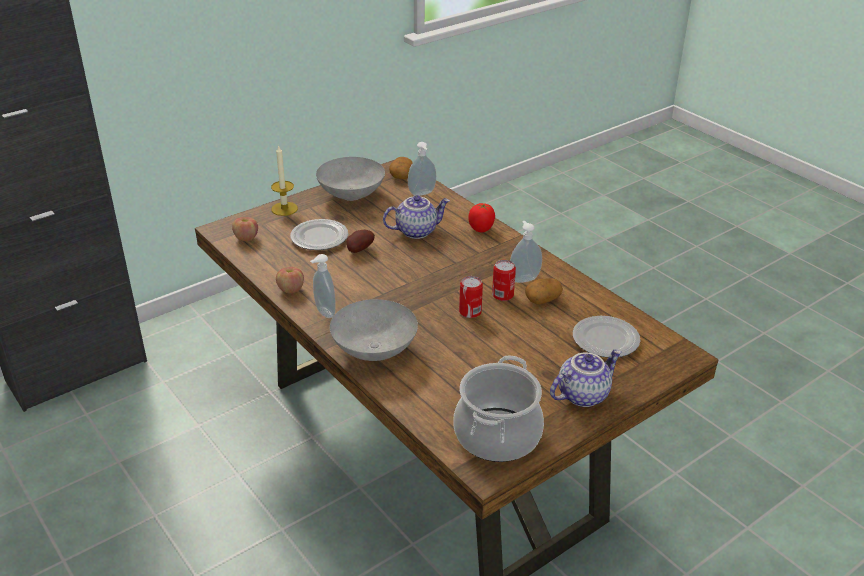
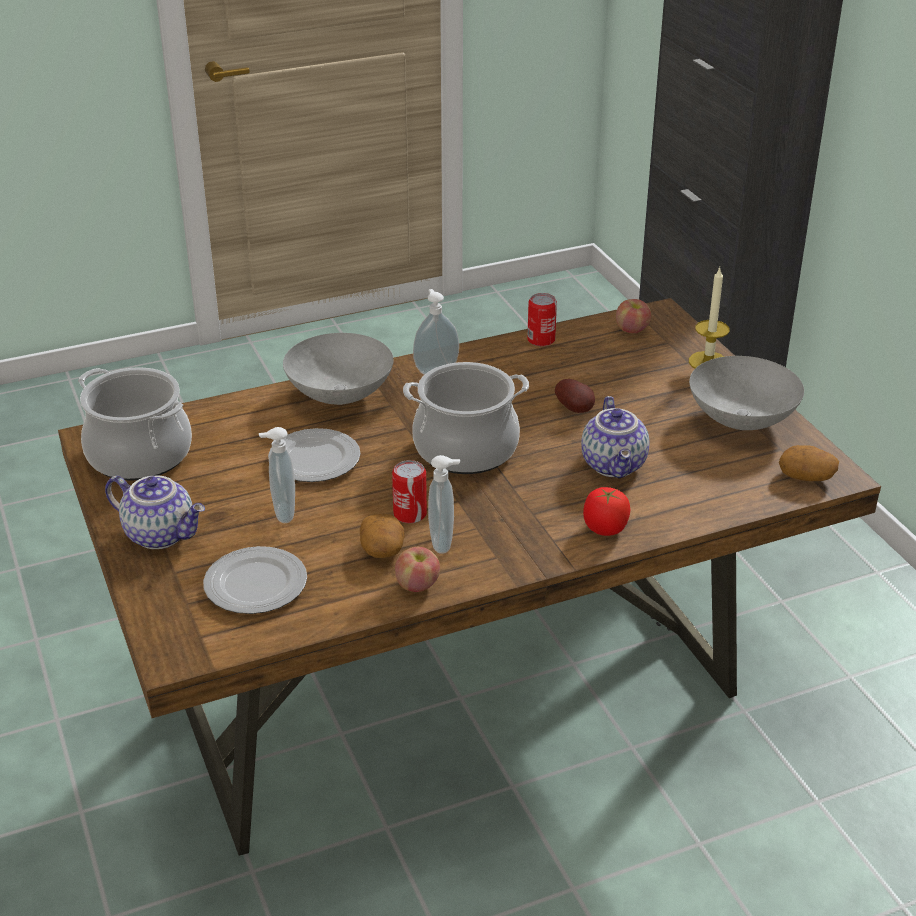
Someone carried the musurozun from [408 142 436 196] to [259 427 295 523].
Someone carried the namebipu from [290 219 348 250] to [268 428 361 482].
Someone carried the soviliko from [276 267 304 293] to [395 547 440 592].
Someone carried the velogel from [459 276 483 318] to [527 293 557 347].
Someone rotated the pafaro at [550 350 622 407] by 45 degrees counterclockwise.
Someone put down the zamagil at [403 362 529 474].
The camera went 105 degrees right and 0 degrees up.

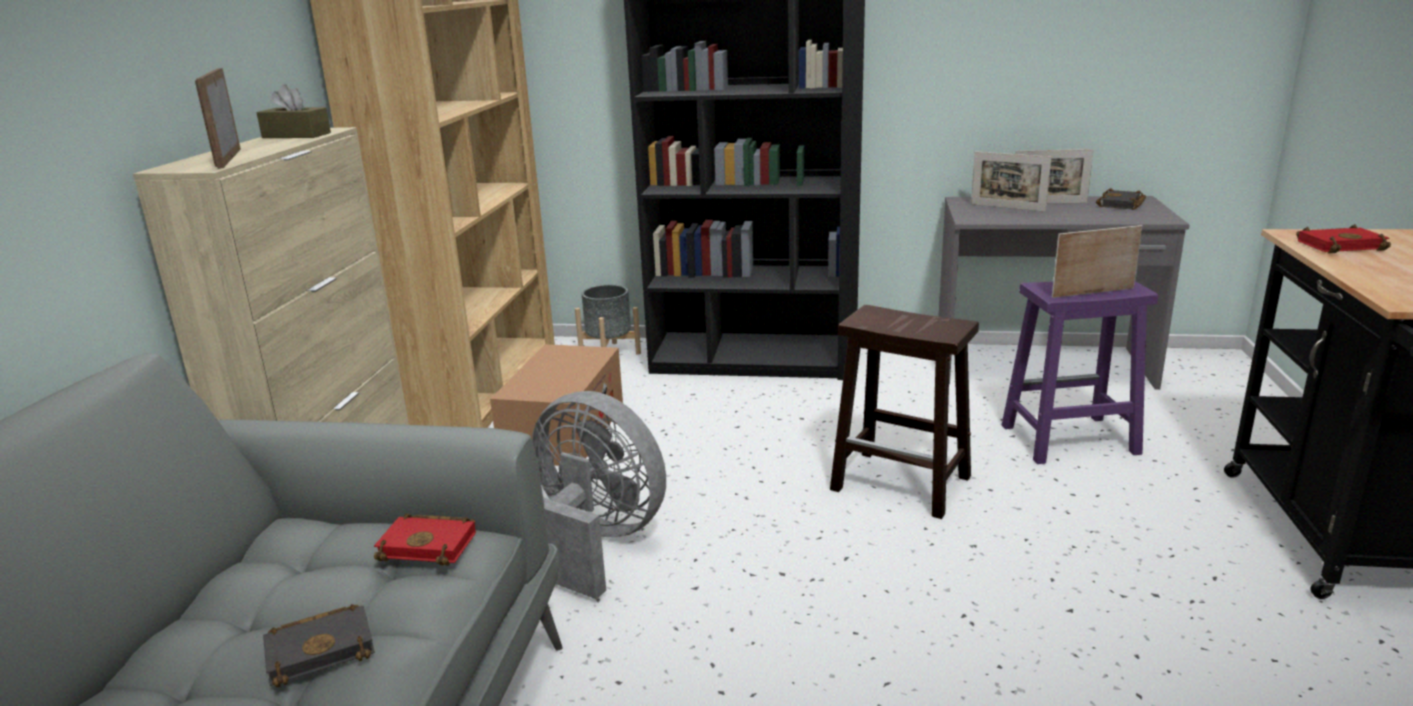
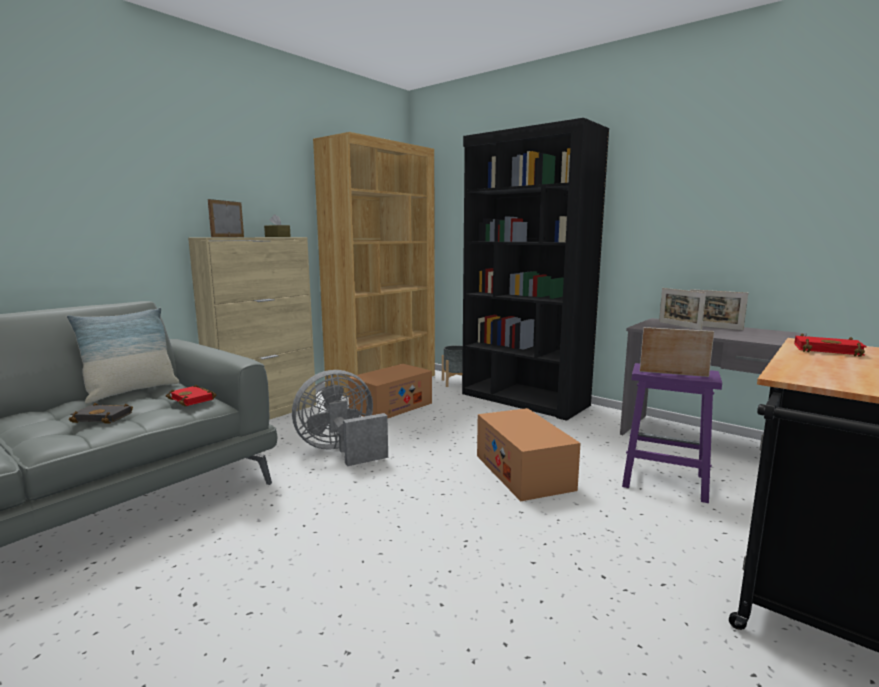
Someone took away the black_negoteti at [1096 188 1146 210].
Someone swapped the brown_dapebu at [830 305 979 519] for the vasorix at [477 408 581 501].
Someone rotated the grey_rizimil at [532 391 666 599] by 90 degrees counterclockwise.
Someone put down the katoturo at [67 308 179 404].
The camera went 30 degrees right and 10 degrees down.

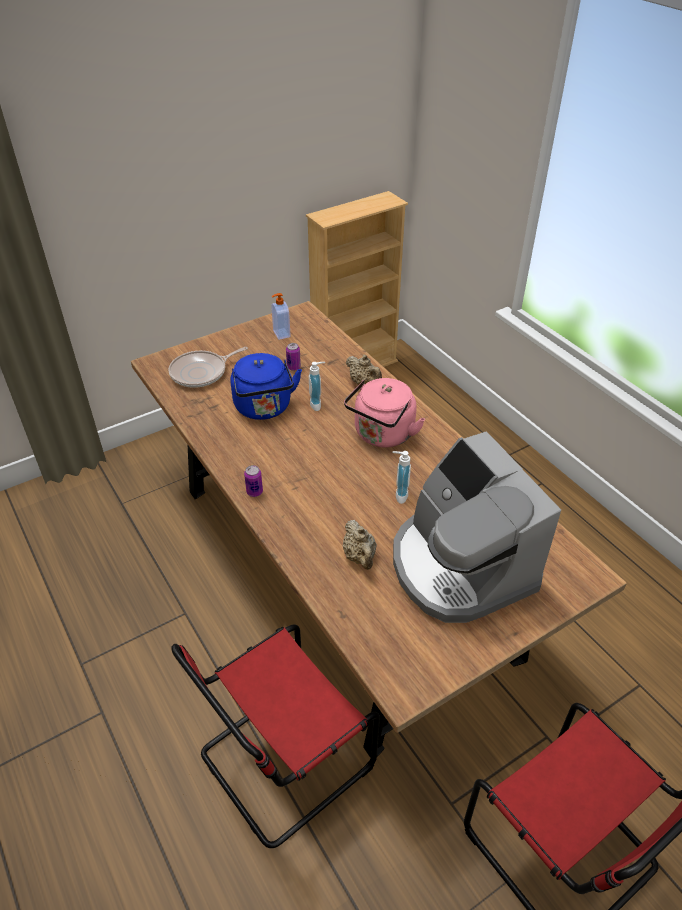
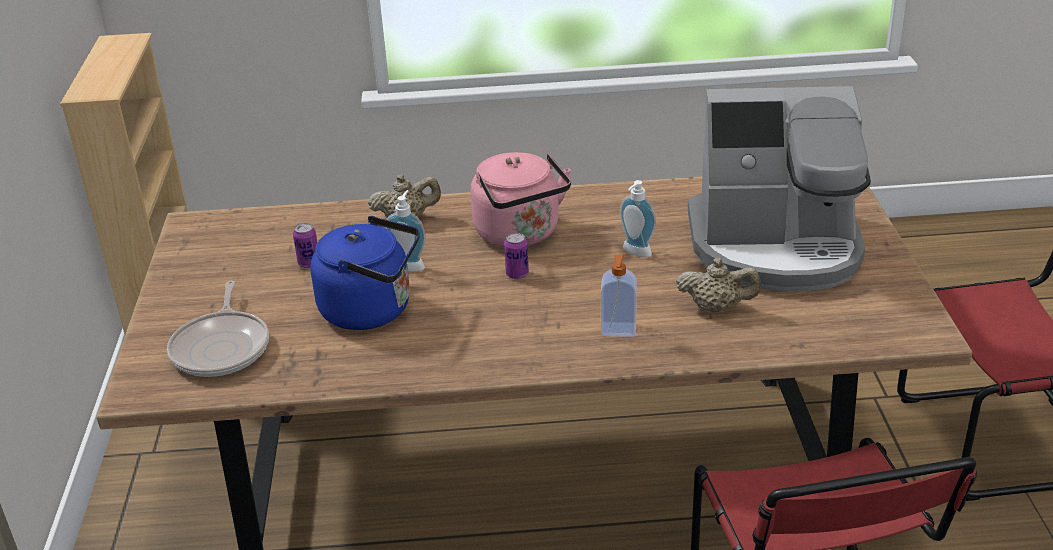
Someone carried the musurozun from [271 293 291 340] to [601 255 637 337].
Someone carried the velogel from [244 465 263 497] to [504 233 529 279].
The camera went 60 degrees left and 10 degrees down.

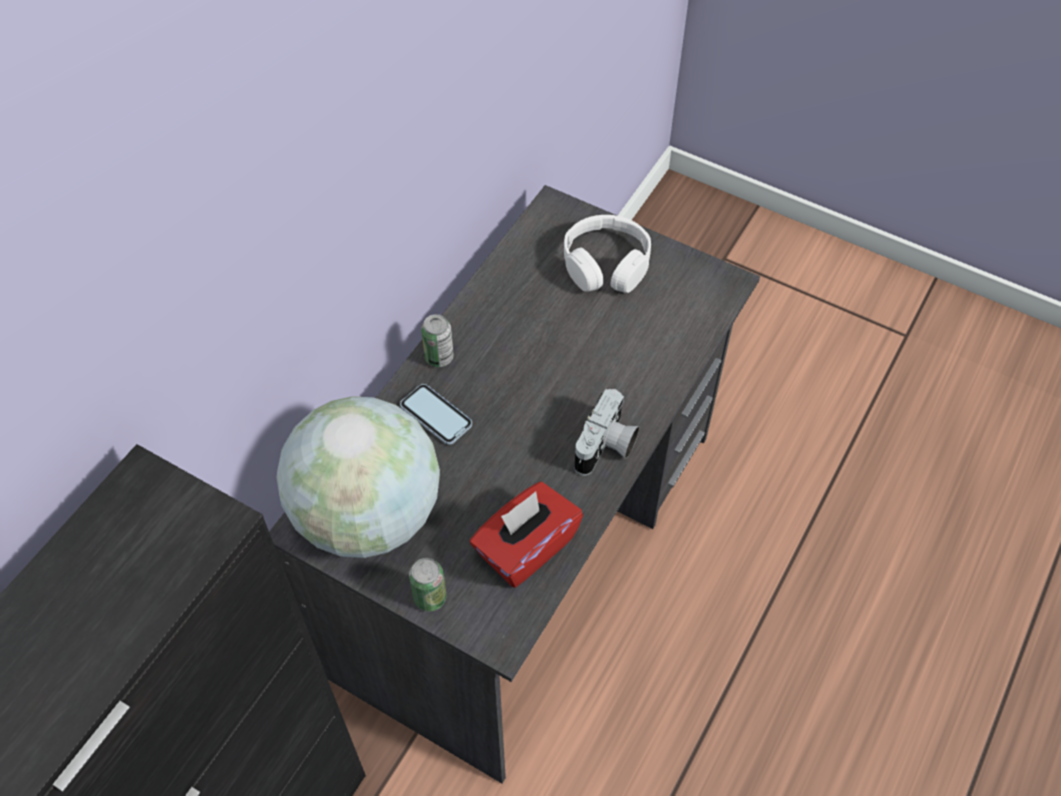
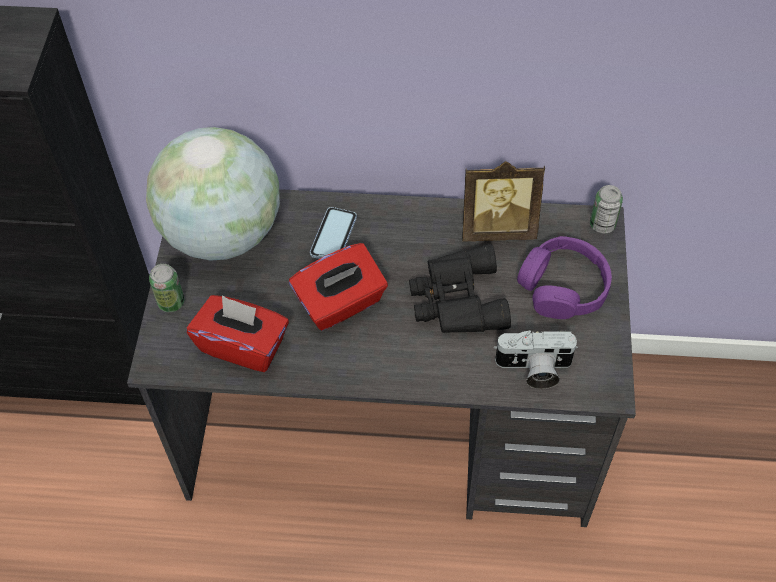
Someone repainted the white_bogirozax at [564 215 651 293], which became the purple_bogirozax at [517 236 612 319].
Someone carried the velogel from [421 314 454 367] to [590 185 623 234].
Someone carried the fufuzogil from [574 389 639 475] to [494 330 578 389].
Someone put down the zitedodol at [462 161 545 241].
Someone put down the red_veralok at [289 243 388 331].
Someone put down the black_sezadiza at [409 244 511 333].
The camera went 65 degrees right and 0 degrees up.

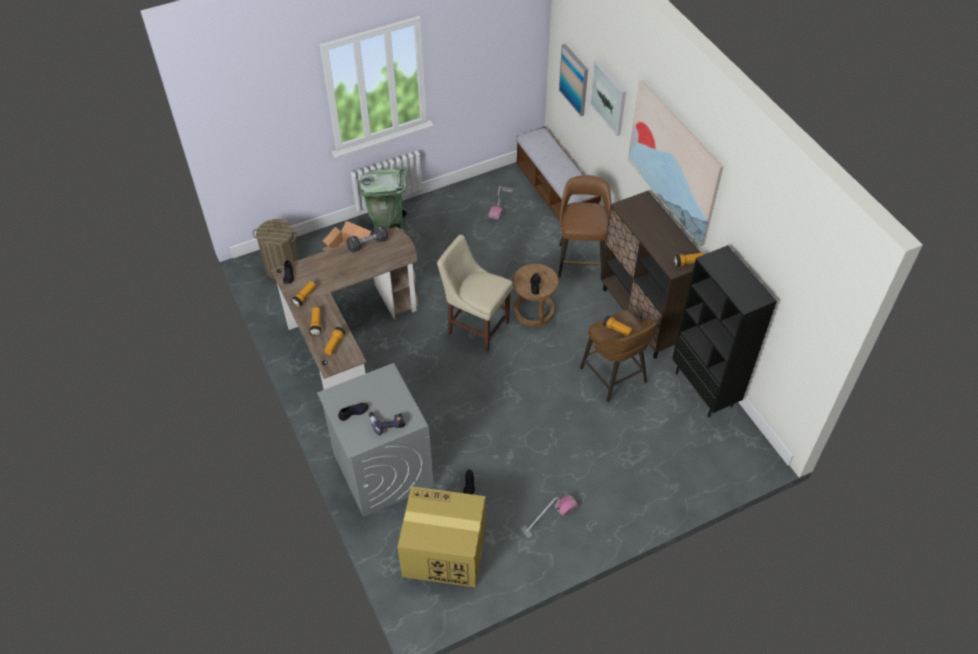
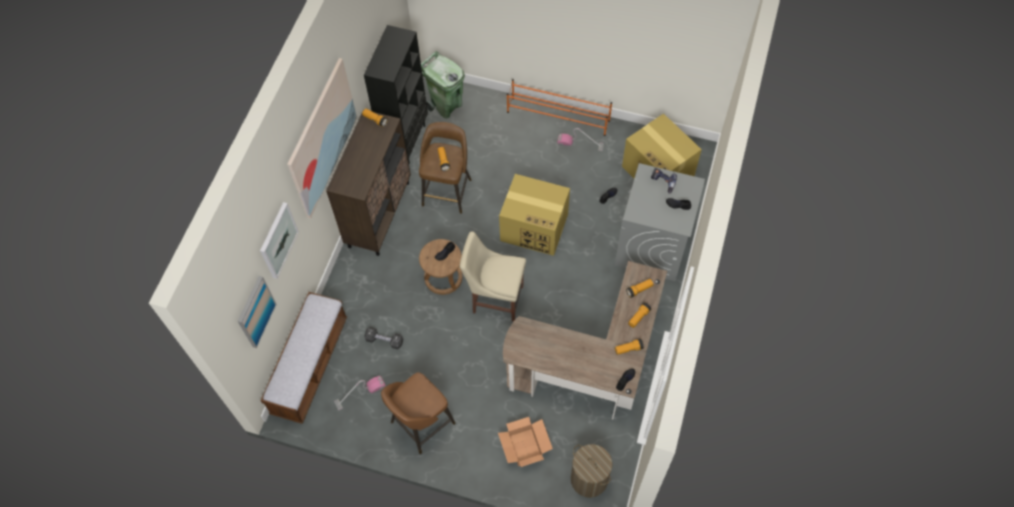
Someone carried the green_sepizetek from [360 168 407 234] to [421 51 465 119].
Someone carried the brown_dapebu from [558 175 611 277] to [381 372 456 454].
Someone carried the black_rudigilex from [346 226 388 252] to [364 327 403 349].
Someone rotated the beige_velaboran at [437 235 513 352] by 120 degrees clockwise.
Someone put down the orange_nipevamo at [507 79 612 136].
Someone put down the vasorix at [499 174 570 256].
The camera went 135 degrees left and 10 degrees up.

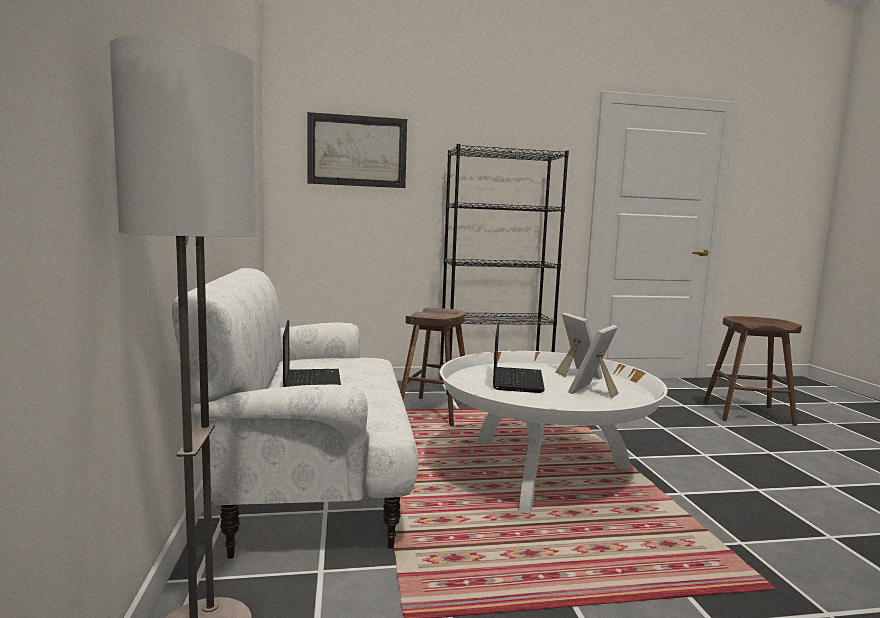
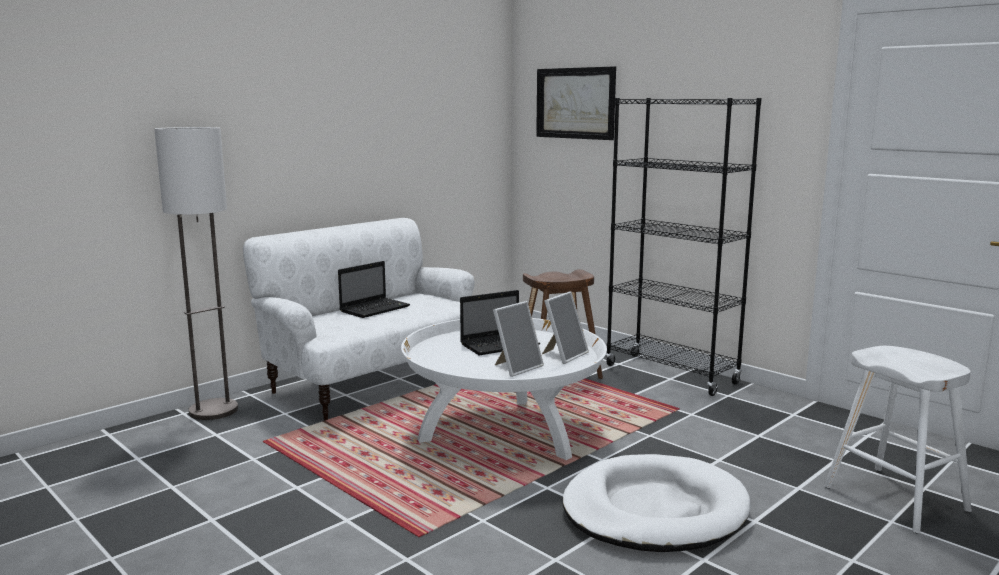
Someone repainted the brown_dapebu at [703 316 802 426], which became the white_dapebu at [825 346 972 533].
Someone rotated the zitedodol at [569 325 619 398] by 135 degrees clockwise.
Someone put down the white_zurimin at [563 454 751 552].
The camera went 55 degrees right and 5 degrees up.

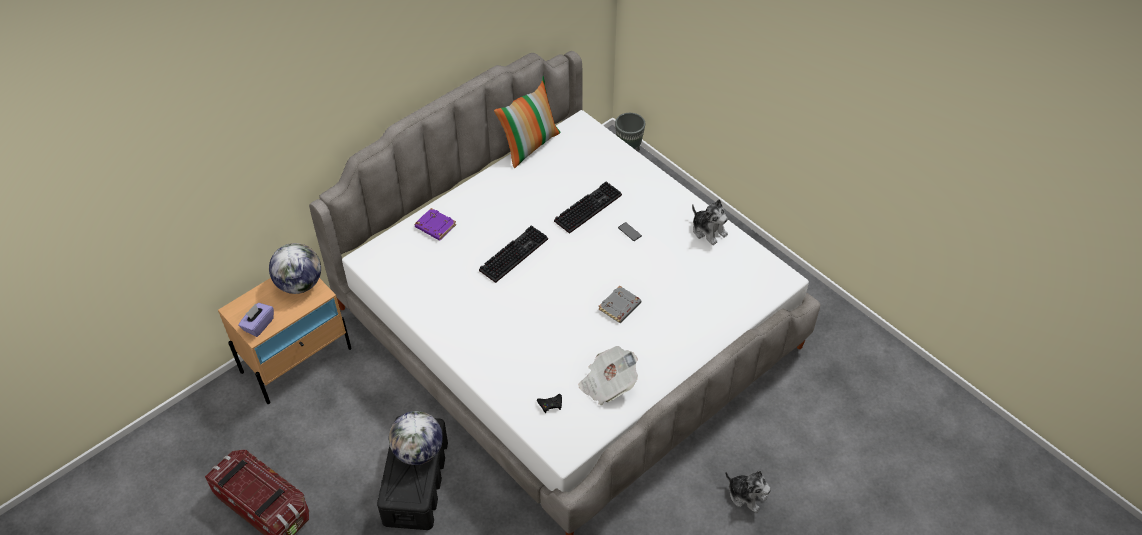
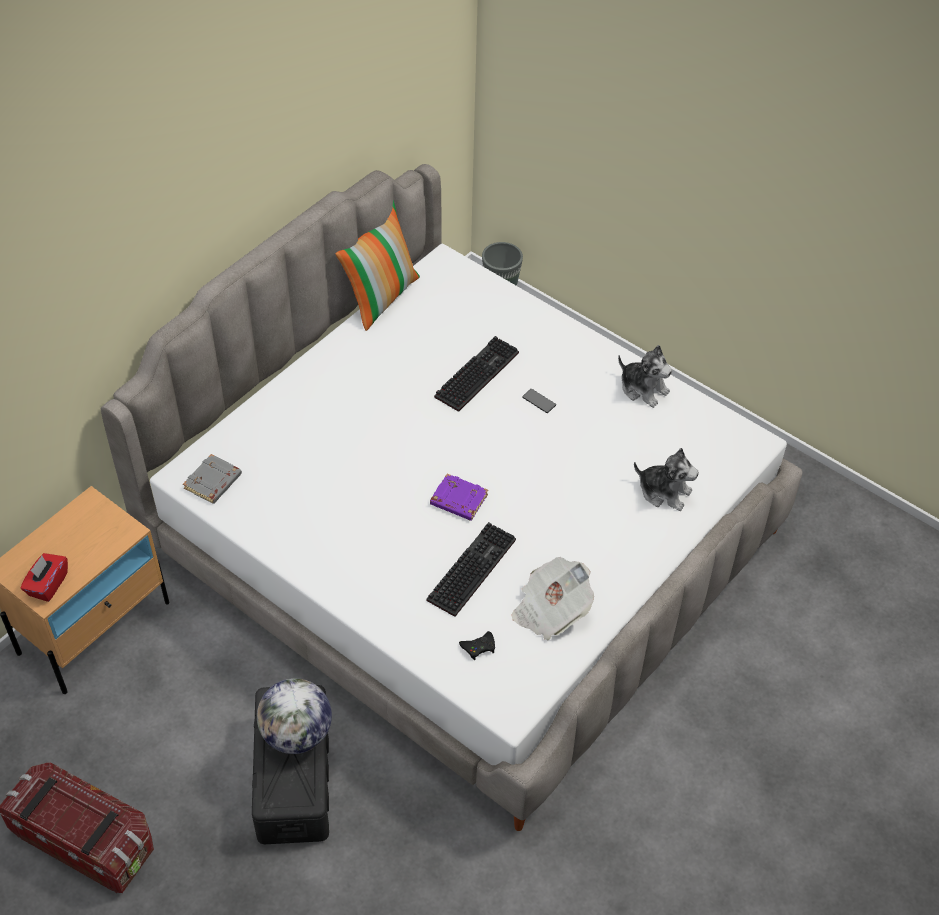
Someone carried the purple_negoteti from [415 208 456 241] to [430 474 488 521].
Someone carried the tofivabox from [479 225 548 283] to [427 522 516 617].
Someone took away the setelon at [269 243 321 294].
Someone carried the grey_negoteti from [599 286 641 323] to [183 454 242 504].
Someone repainted the purple_veralok at [238 303 274 337], which became the red_veralok at [20 553 68 602].
Someone carried the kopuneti from [725 470 771 513] to [634 448 699 511].
The camera went 10 degrees left and 0 degrees up.

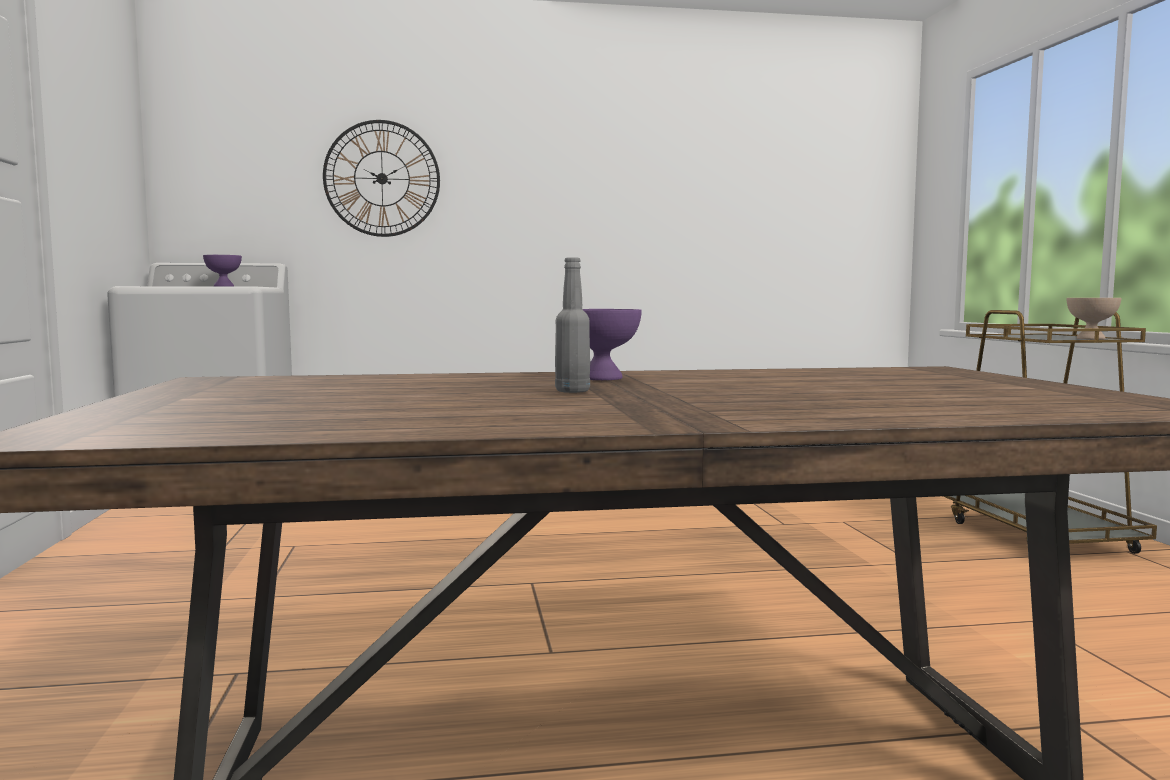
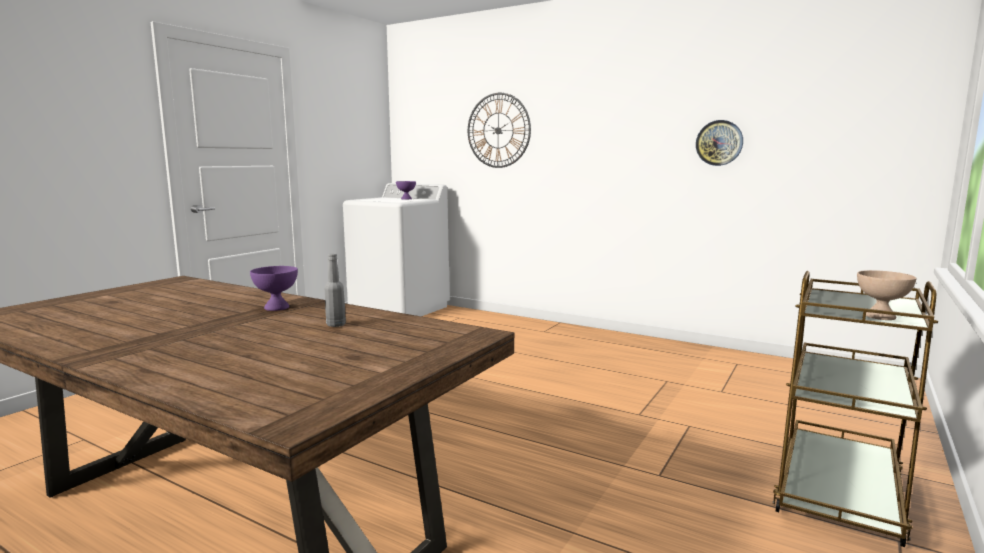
Someone carried the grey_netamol from [555 257 590 393] to [324 253 346 327].
Someone put up the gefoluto at [696 120 743 166].
The camera went 40 degrees right and 5 degrees up.

